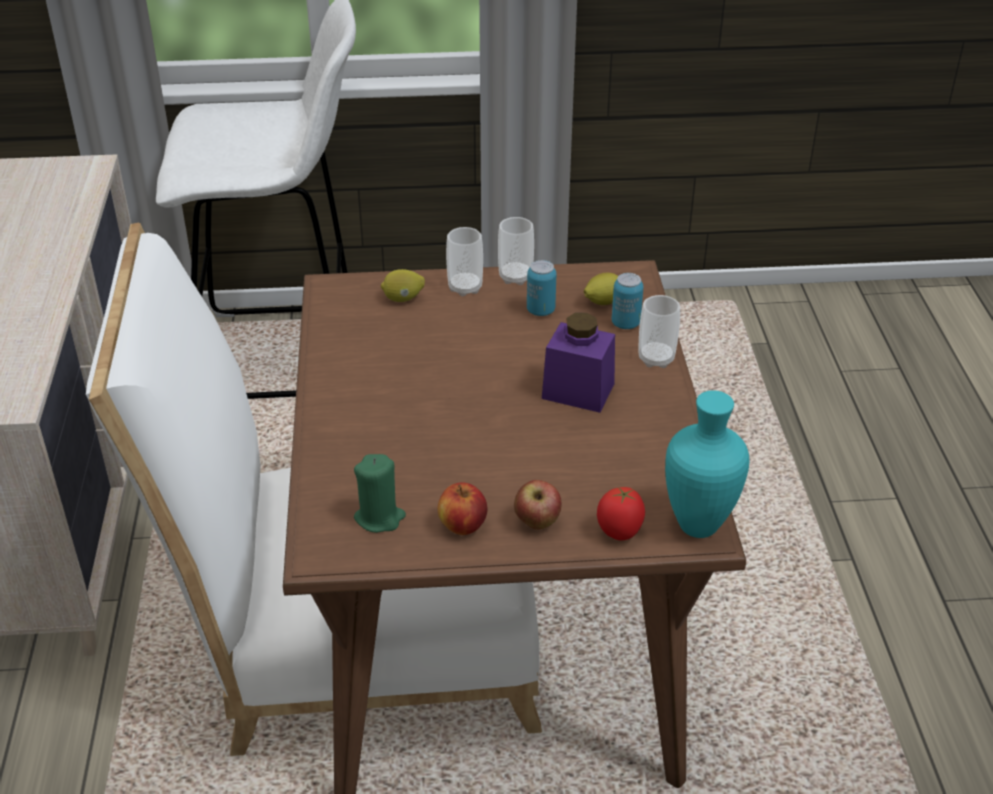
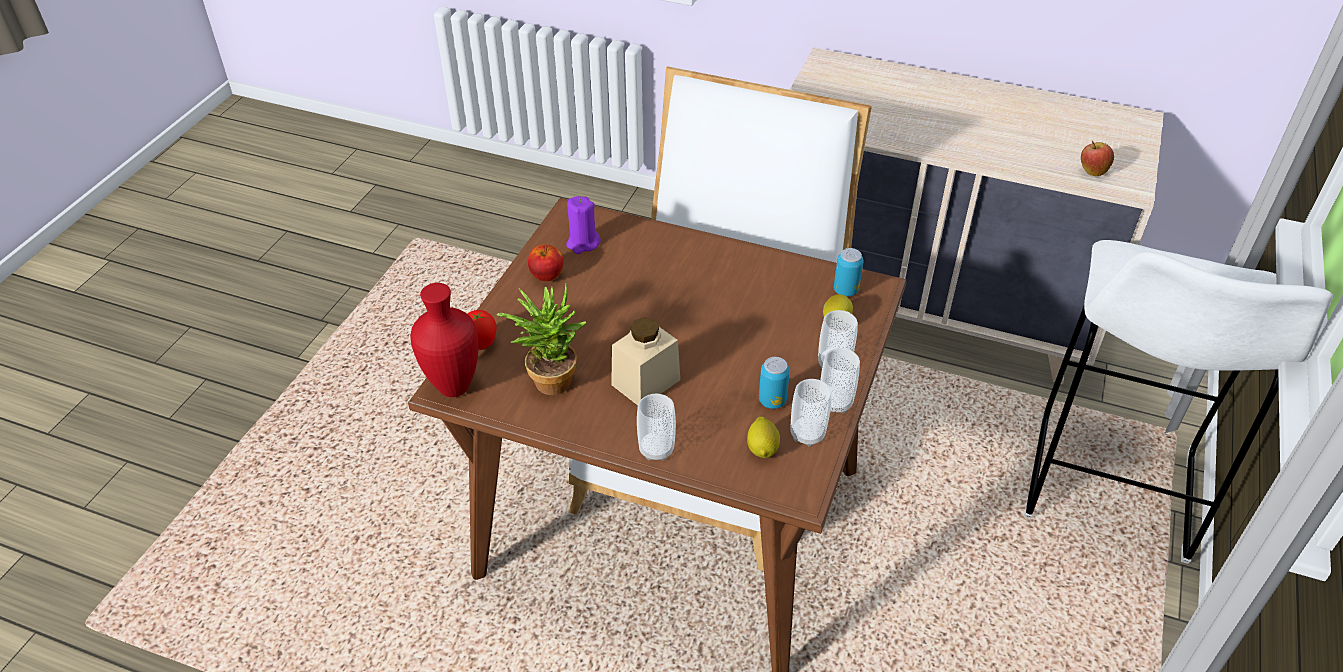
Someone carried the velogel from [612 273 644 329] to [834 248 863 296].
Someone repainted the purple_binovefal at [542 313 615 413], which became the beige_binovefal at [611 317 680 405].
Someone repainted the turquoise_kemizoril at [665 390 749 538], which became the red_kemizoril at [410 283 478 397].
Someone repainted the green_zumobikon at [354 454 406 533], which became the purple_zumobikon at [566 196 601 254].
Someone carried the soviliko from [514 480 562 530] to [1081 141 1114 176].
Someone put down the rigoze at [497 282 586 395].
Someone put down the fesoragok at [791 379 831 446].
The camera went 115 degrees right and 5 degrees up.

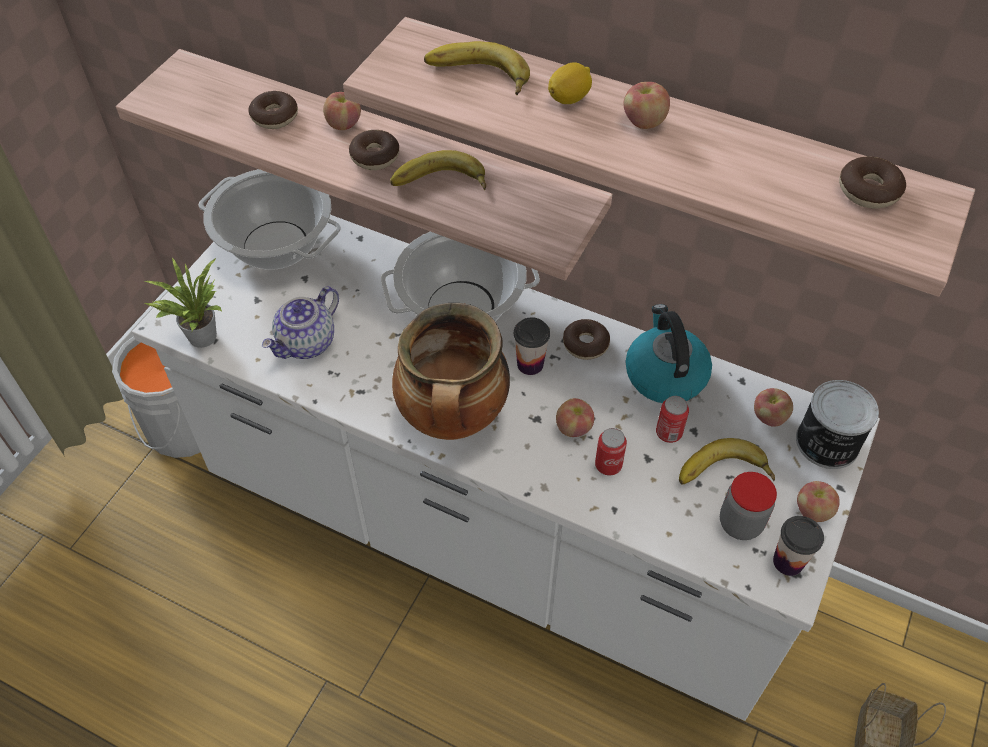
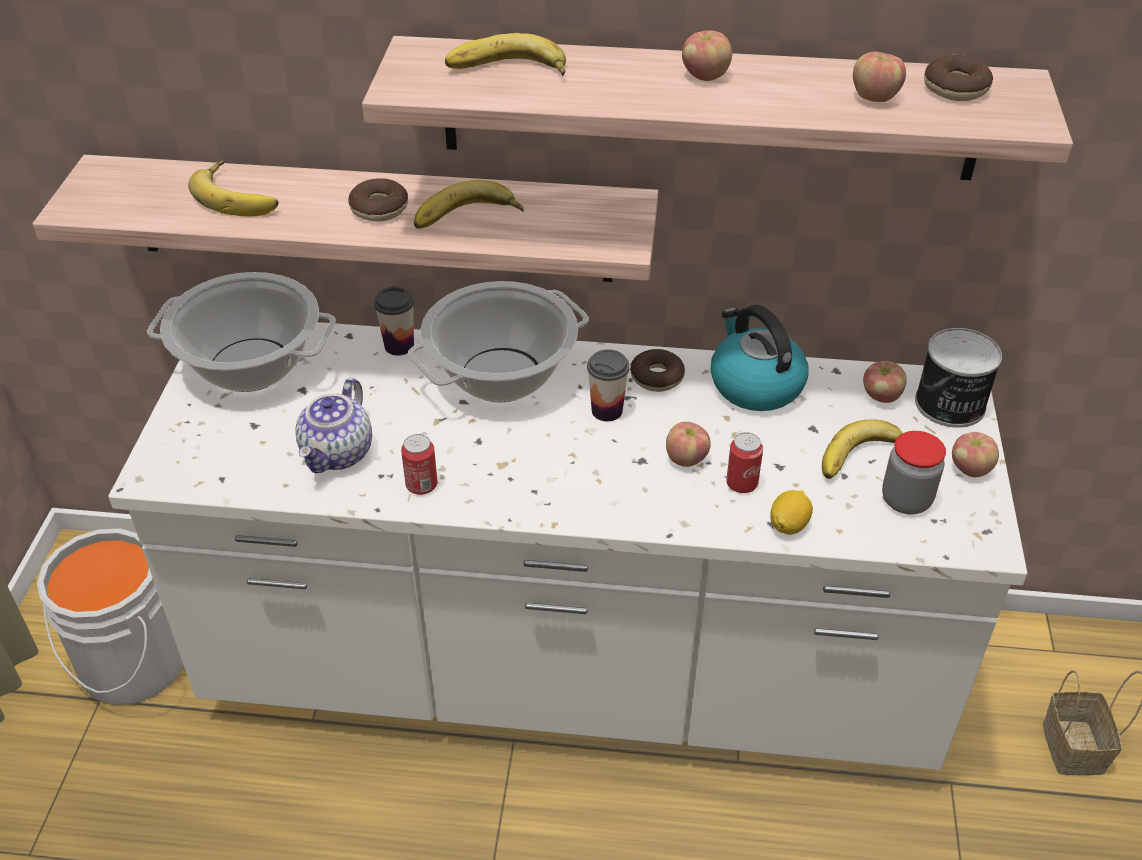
Someone carried the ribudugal from [548 62 592 104] to [770 490 813 535].
Someone swapped the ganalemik at [248 91 298 129] for the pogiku at [188 160 279 216].
Someone carried the soviliko from [323 92 361 130] to [853 51 906 102].
Someone took away the rigoze at [144 258 223 348].
Someone took away the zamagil at [392 303 510 440].
Someone carried the velogel from [656 396 689 443] to [401 434 438 495].
Someone carried the fesoragok from [773 516 824 576] to [374 287 414 356].
The camera went 20 degrees left and 10 degrees down.

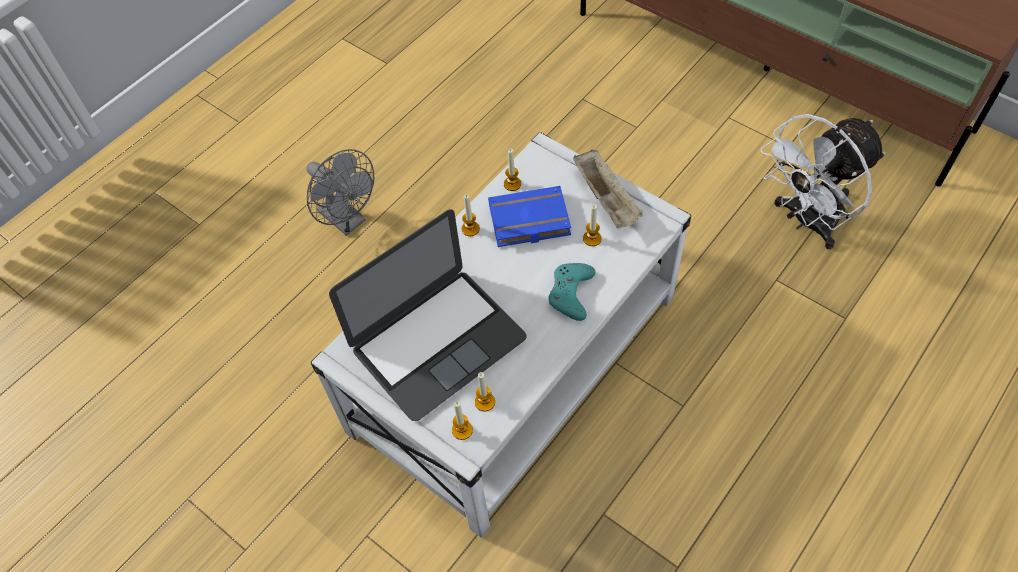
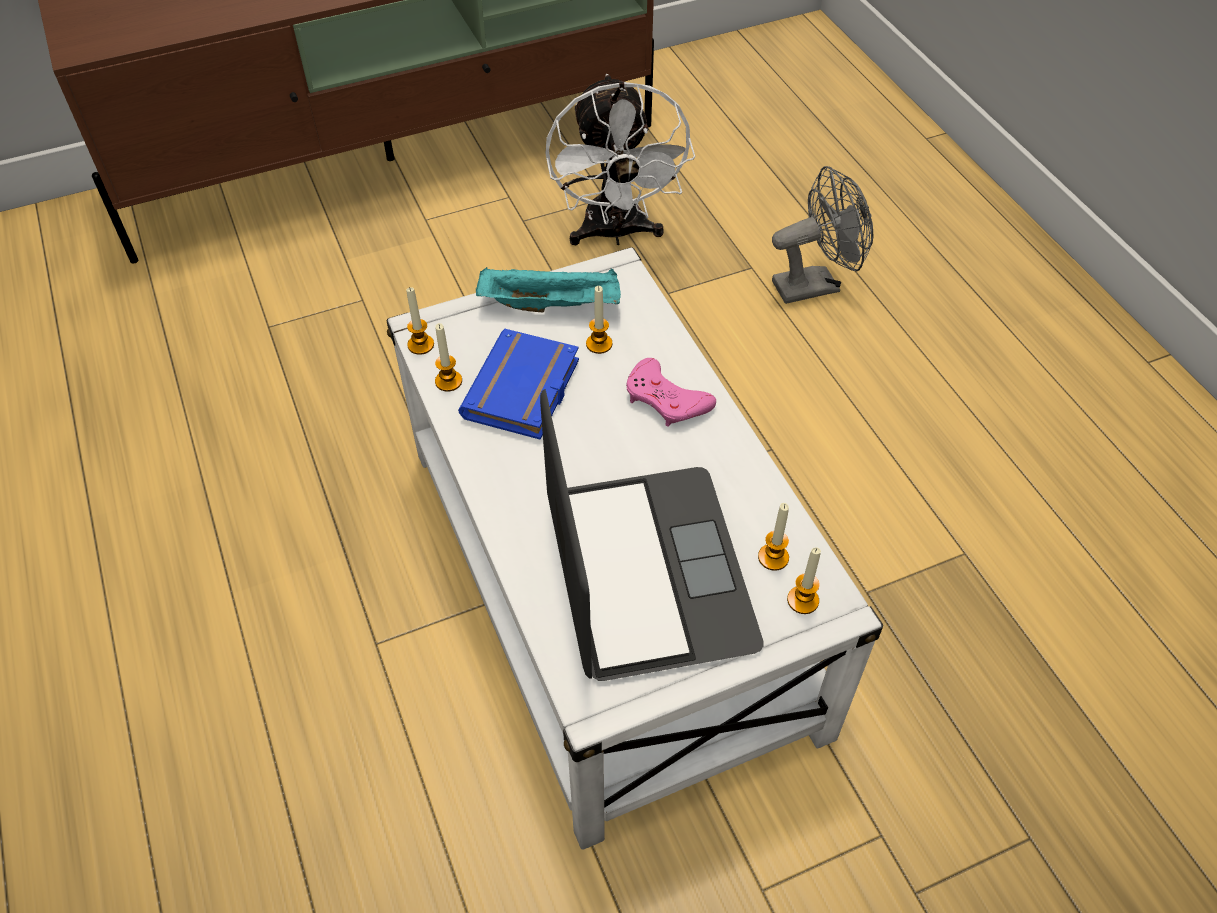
Someone carried the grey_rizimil from [307 149 375 236] to [772 166 874 304].
Someone repainted the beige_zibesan at [573 150 643 229], which became the turquoise_zibesan at [476 267 621 313].
Someone carried the zumobikon from [461 195 480 236] to [406 287 434 355].
Someone repainted the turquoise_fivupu at [548 263 595 321], which became the pink_fivupu at [626 358 716 427].
The camera went 65 degrees left and 5 degrees down.

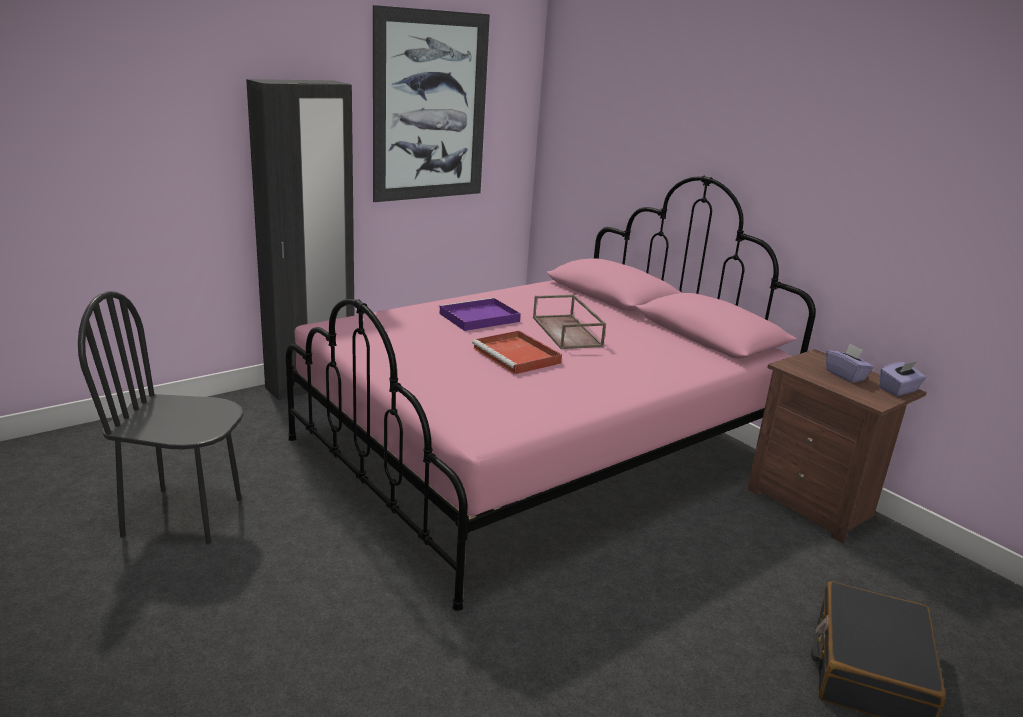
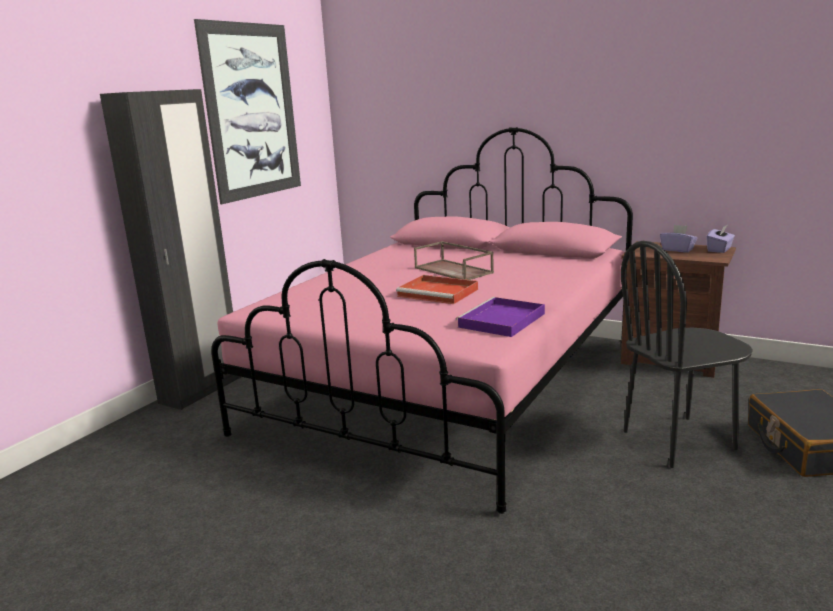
Someone carried the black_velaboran from [78 291 244 545] to [621 241 753 468].
Someone carried the purple_zibesan from [439 298 521 331] to [456 297 545 337].
The camera went 20 degrees left and 5 degrees down.

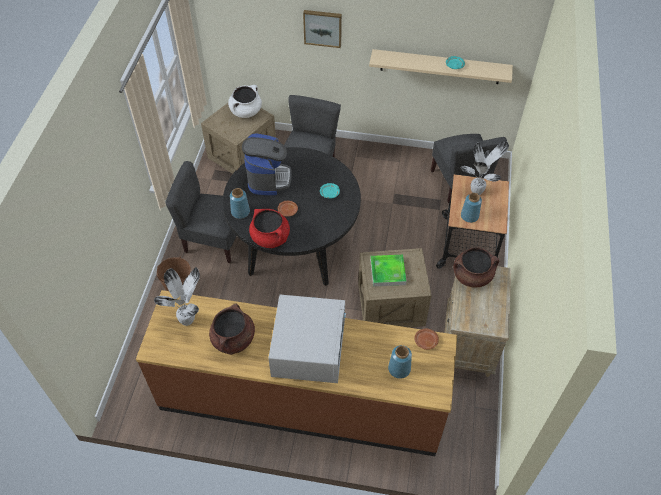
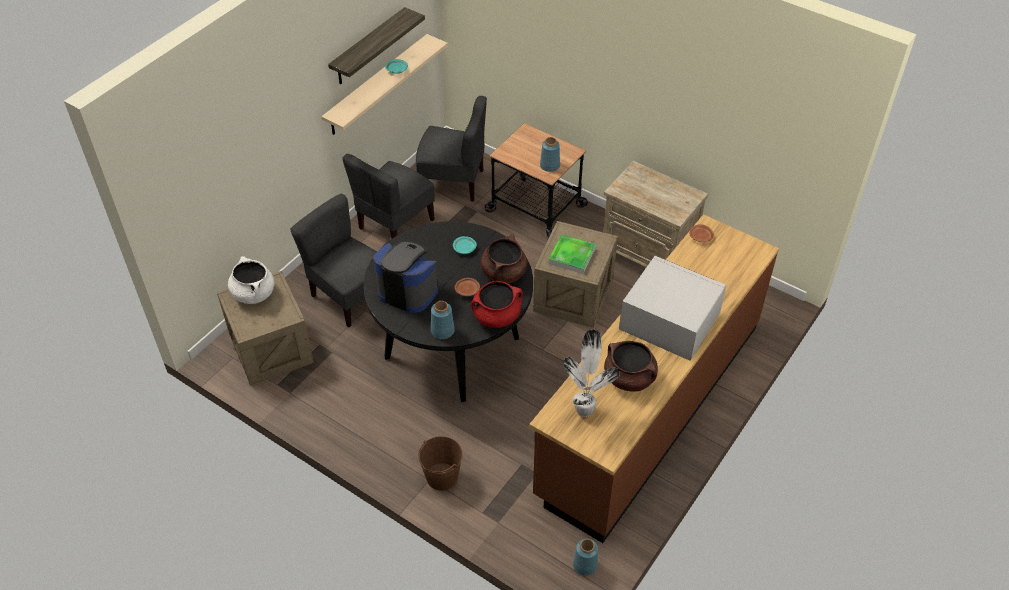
Someone took away the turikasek at [303 10 342 48].
Someone took away the rigoze at [461 140 509 195].
Someone carried the grey_velaboran from [165 161 236 263] to [342 154 435 239].
Someone carried the brown_zamagil from [453 247 499 288] to [481 234 527 284].
Someone carried the blue_kemizoril from [388 345 412 379] to [573 539 598 576].
Someone put up the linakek at [328 7 425 84].
The camera went 65 degrees left and 5 degrees down.

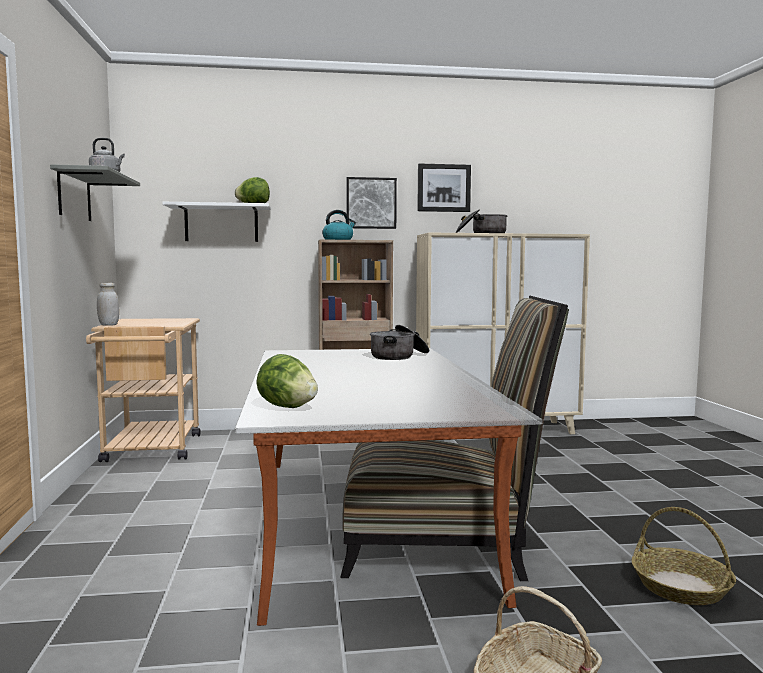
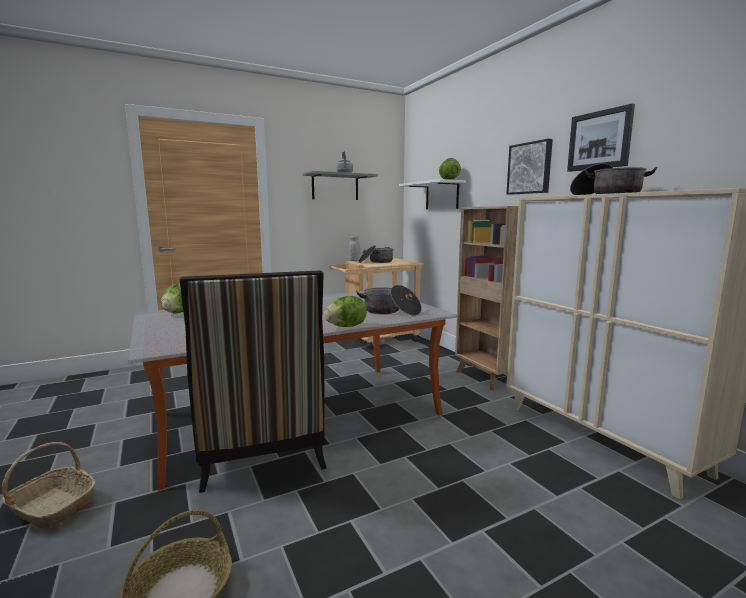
Someone took away the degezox at [322 210 356 240].
Someone put down the zamagil at [358 245 394 263].
Someone put down the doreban at [324 296 367 327].
The camera went 70 degrees right and 5 degrees up.

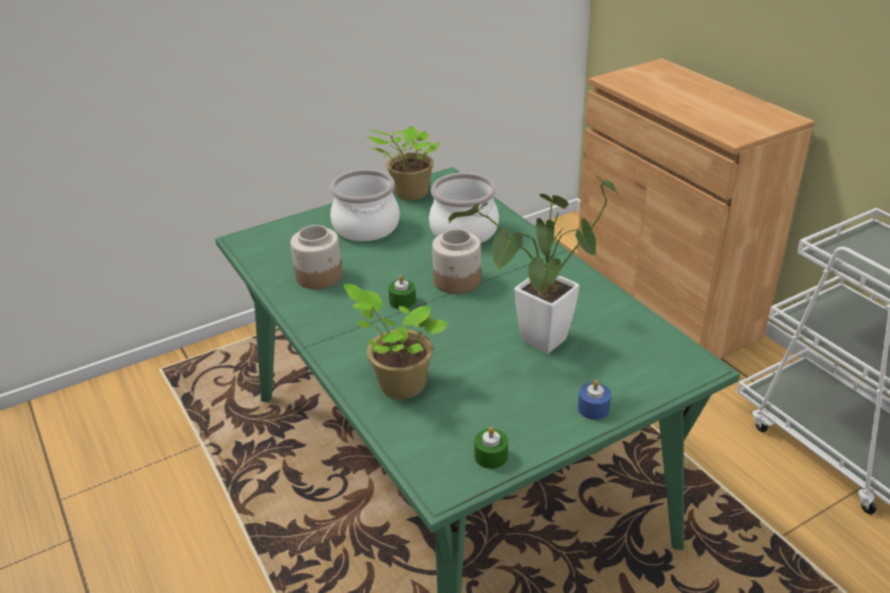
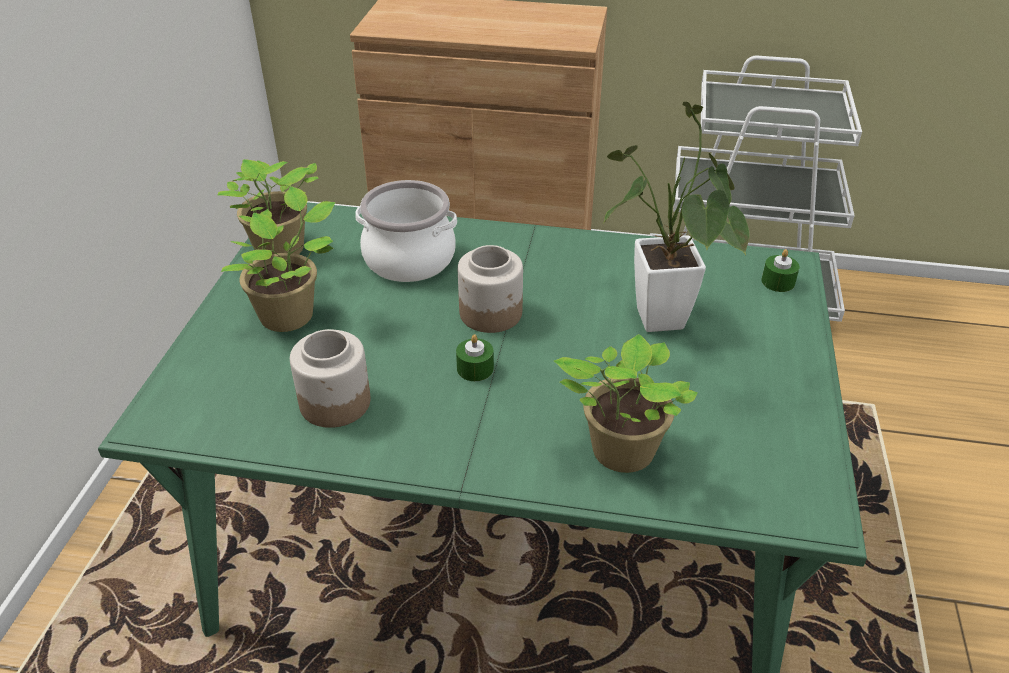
Someone swapped the zamagil at [330 169 400 241] for the rigoze at [221 186 336 332].
Someone took away the blue_zumobikon at [578 380 611 420].
Someone carried the green_zumobikon from [474 427 508 469] to [761 249 800 292].
The camera went 50 degrees left and 5 degrees up.

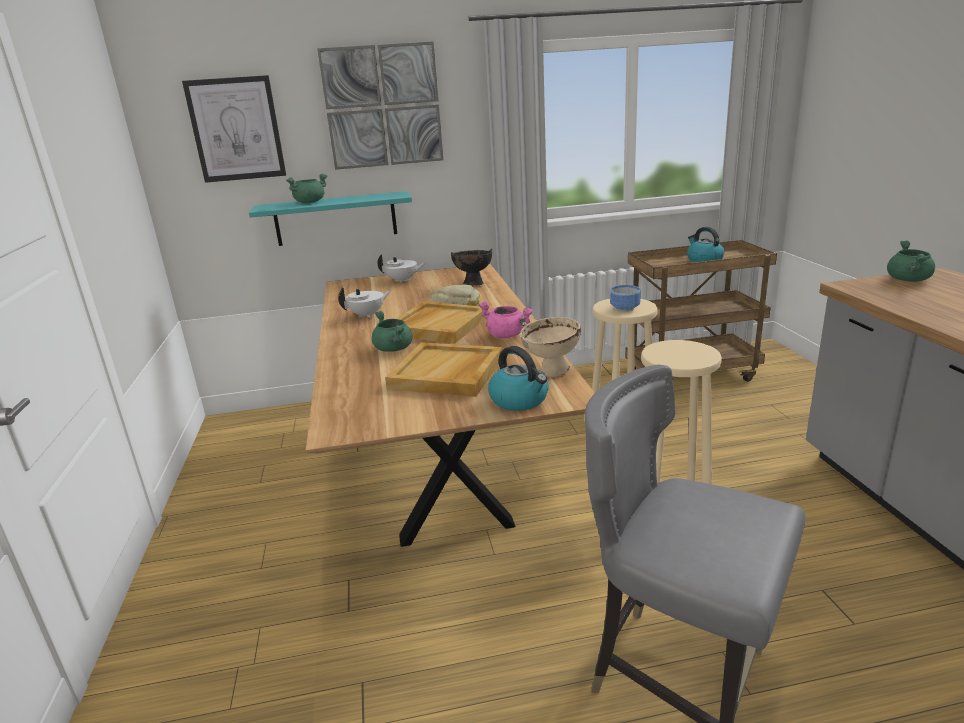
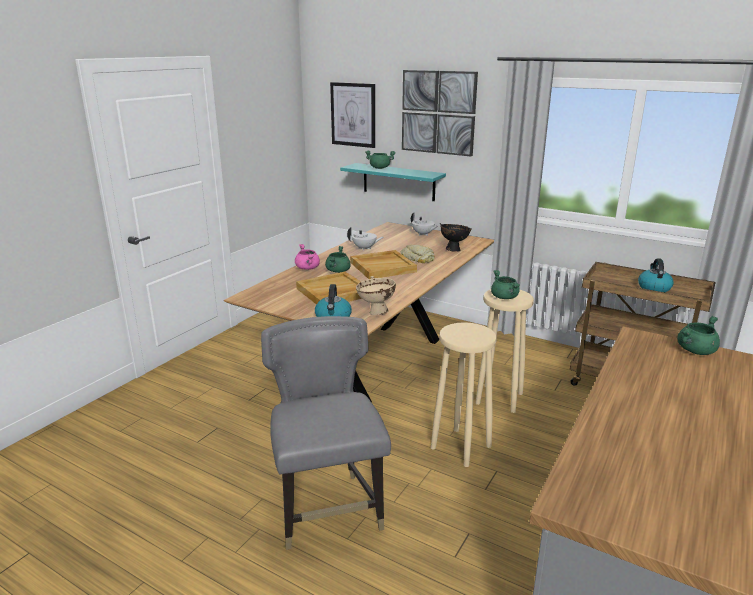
Someone swapped the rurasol at [610 285 640 312] for the green_zamagil at [491 270 520 299].
Someone carried the pink_zamagil from [479 302 534 338] to [295 244 320 270].
The camera went 40 degrees right and 0 degrees up.

